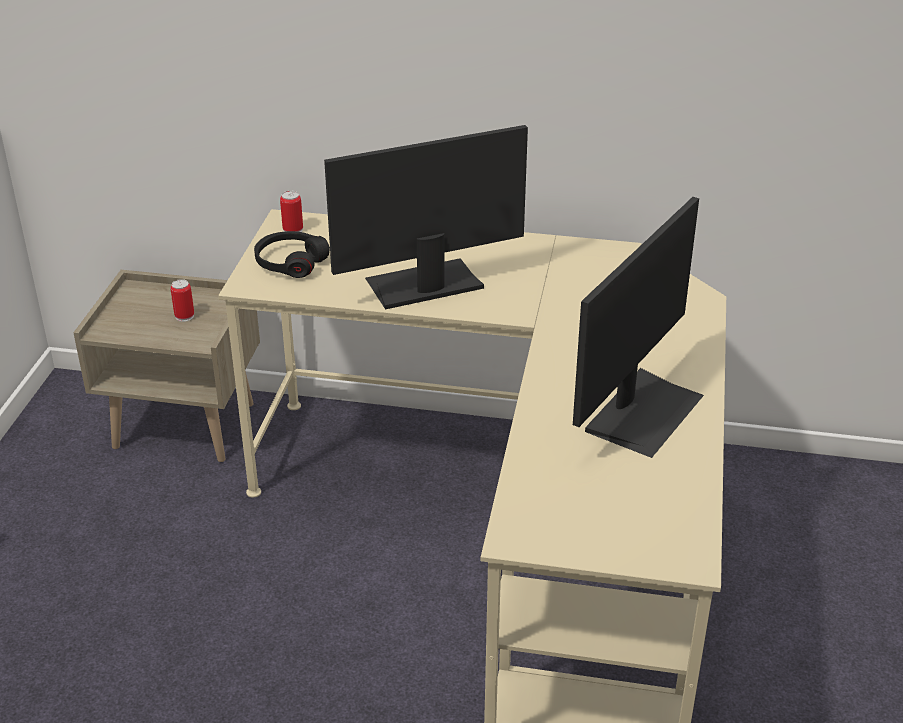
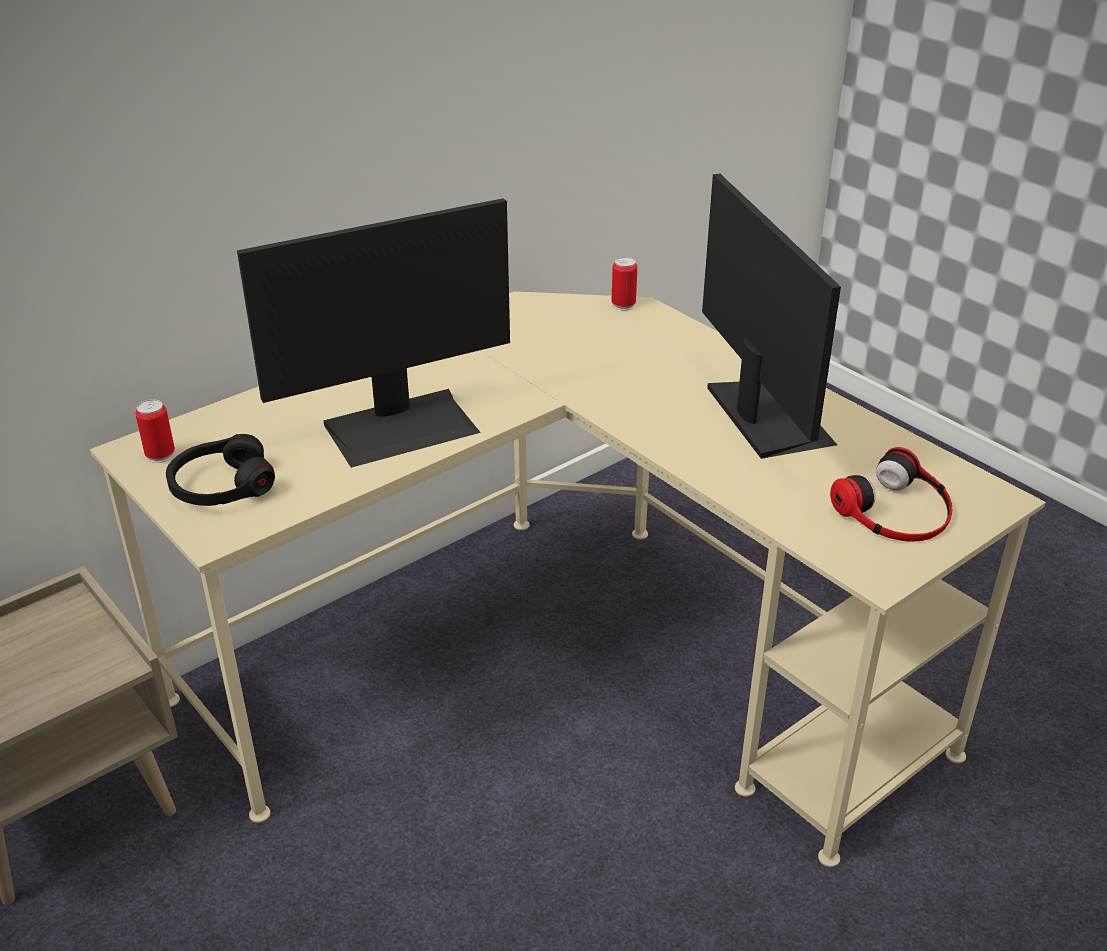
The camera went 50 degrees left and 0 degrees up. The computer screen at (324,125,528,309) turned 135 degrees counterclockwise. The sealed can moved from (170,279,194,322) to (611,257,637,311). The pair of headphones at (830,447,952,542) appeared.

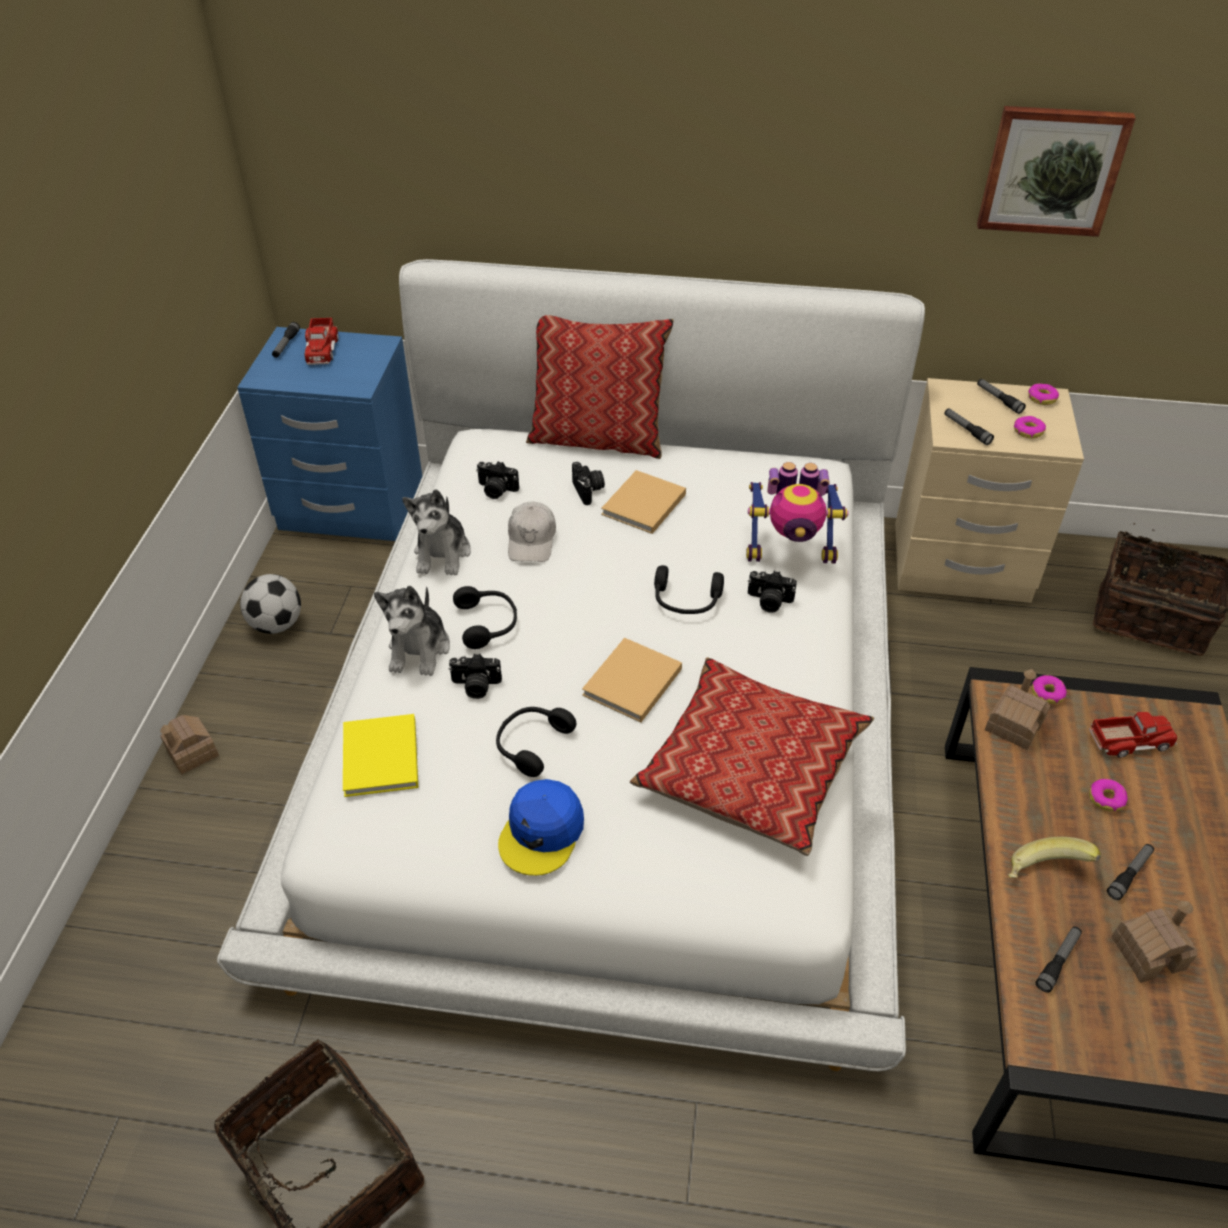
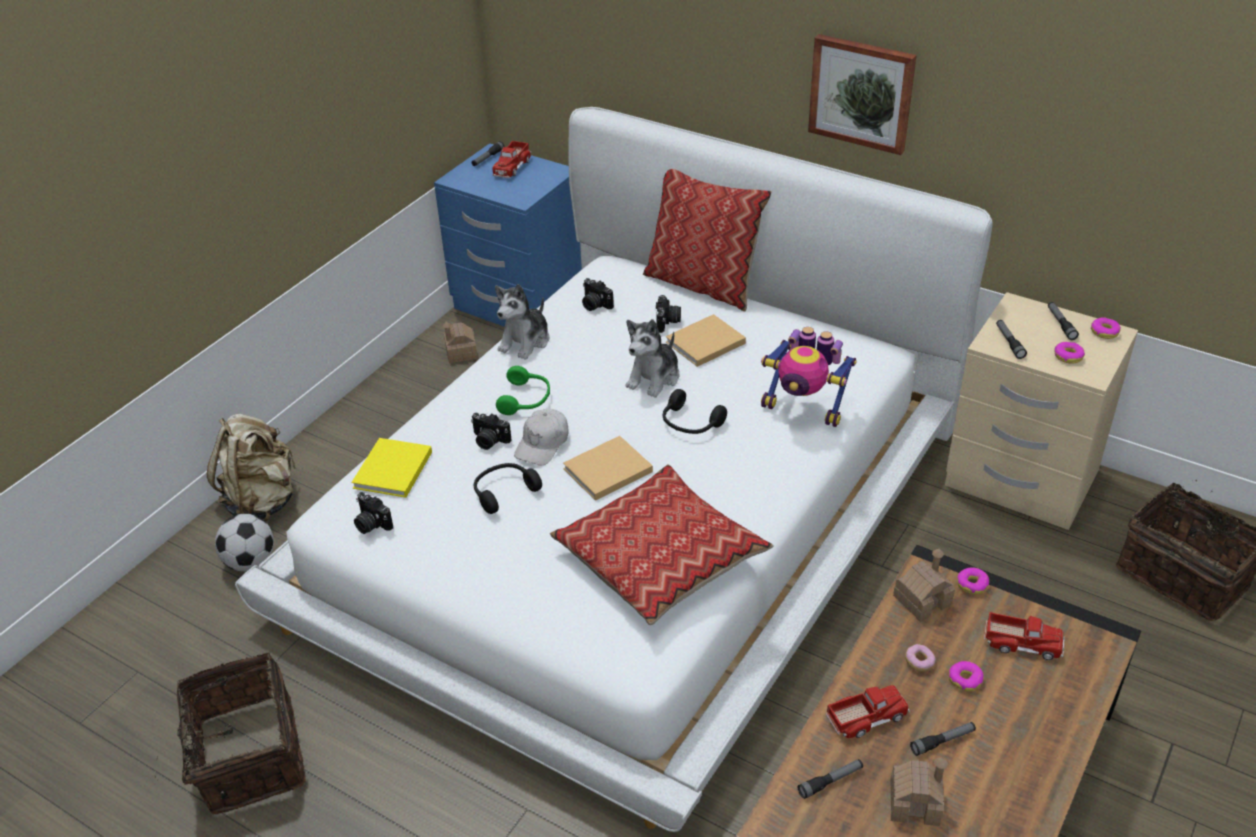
The camera went 25 degrees right and 5 degrees down. The beige-coloured backpack at (207,414,296,522) appeared. The football ball moved from (240,574,301,634) to (215,514,274,571). The photo camera moved from (748,571,797,613) to (354,492,393,534). The model house moved from (160,715,219,774) to (443,321,478,363). The blackish pair of headphones at (453,586,517,649) became the green-coloured pair of headphones at (496,366,550,415). The whitish baseball cap moved from (508,501,556,562) to (514,409,569,465). The soft toy moved from (374,586,450,676) to (626,319,680,398). The wall picture moved from (977,106,1136,237) to (808,34,917,155). The banana at (1008,837,1101,878) was replaced by the model truck at (826,685,910,738). The ring doughnut at (905,644,936,672) appeared. The blue baseball cap at (498,779,584,876) disappeared.

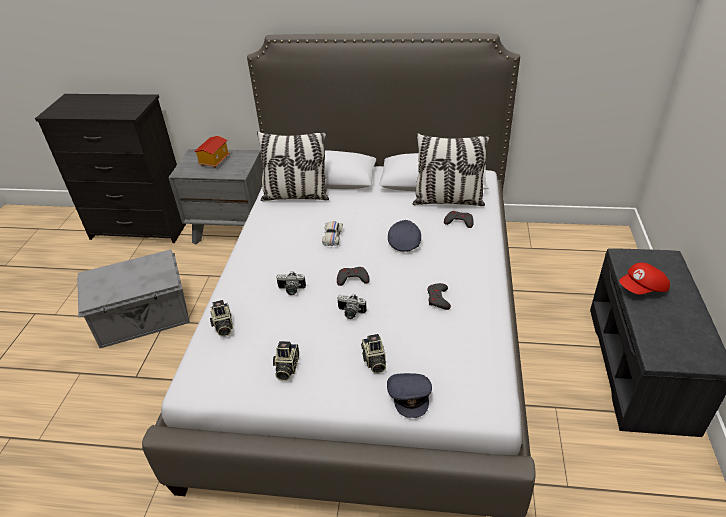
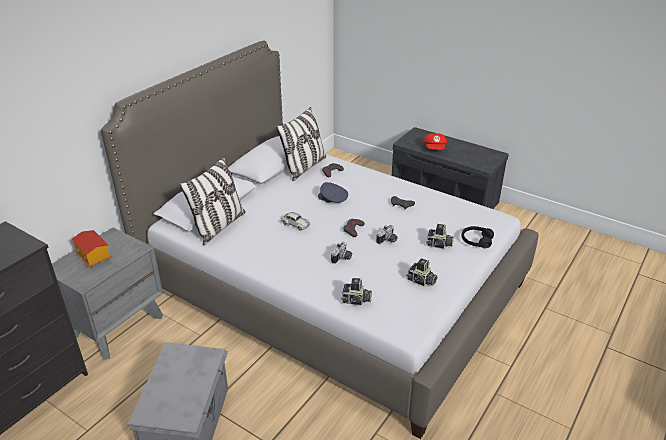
The camera went 65 degrees left and 5 degrees down. The grey baseball cap at (387,373,432,418) was replaced by the blackish pair of headphones at (461,226,494,248).

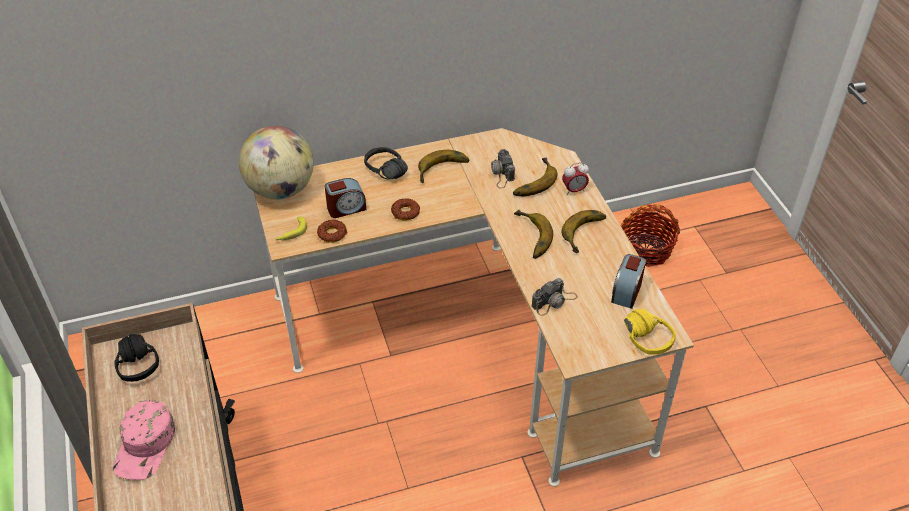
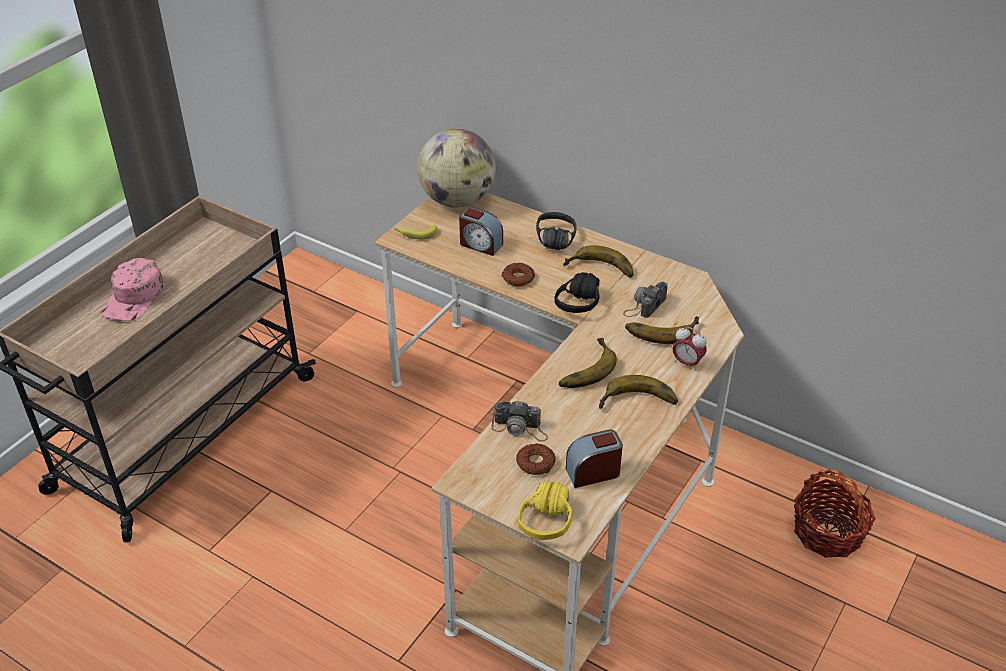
The camera went 50 degrees right and 5 degrees down. The pink-coloured baseball cap at (113,400,175,480) turned 45 degrees counterclockwise. The ring doughnut moved from (317,220,347,243) to (516,444,556,475). The blackish pair of headphones moved from (114,334,159,382) to (554,272,600,313).

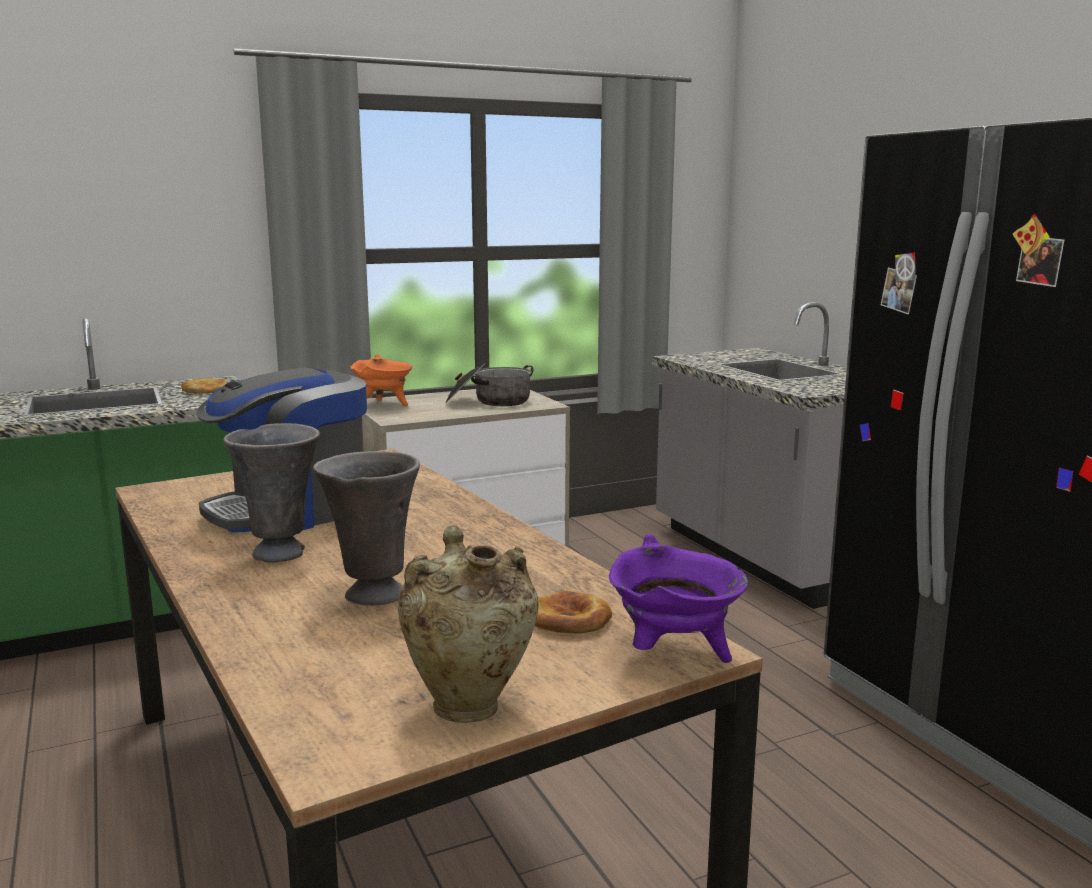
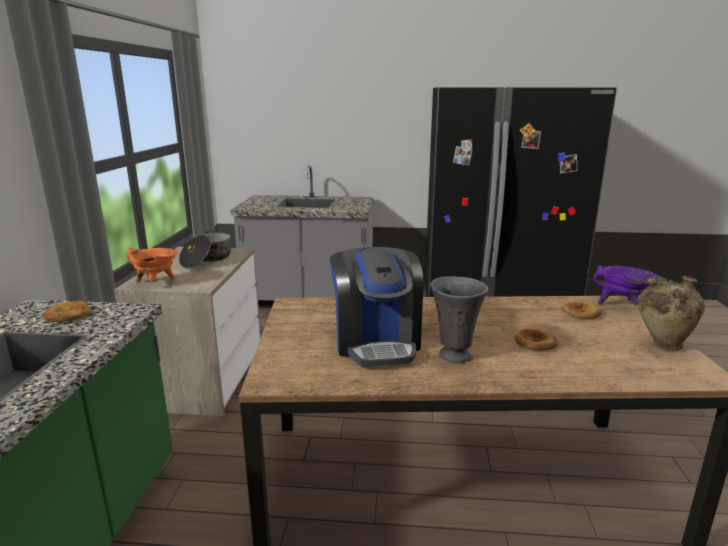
The camera went 60 degrees left and 5 degrees up. The grey vase at (313,451,420,606) was replaced by the bakery bread at (515,329,558,351).

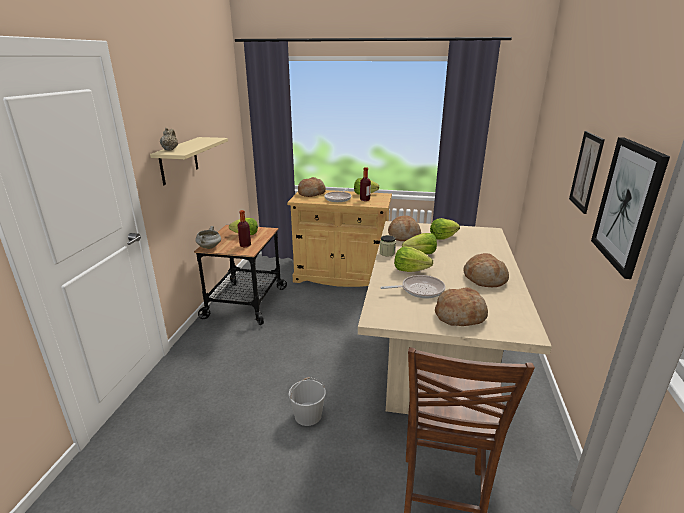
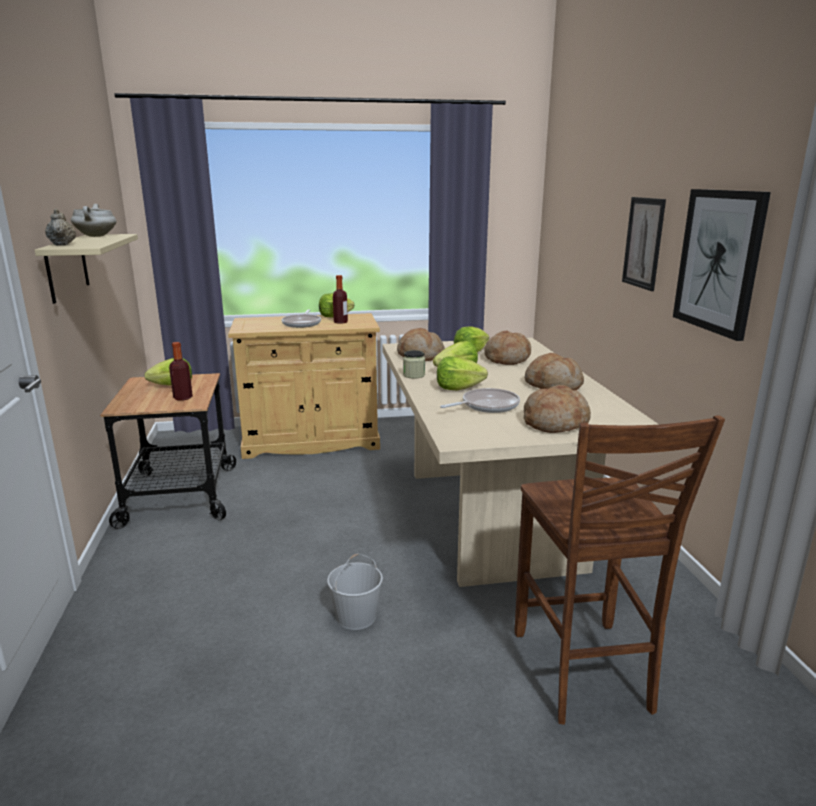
The camera went 20 degrees left and 5 degrees down. The whitish saucepot moved from (195,226,221,249) to (71,204,116,237). The bakery bread moved from (298,177,326,197) to (484,330,531,365).

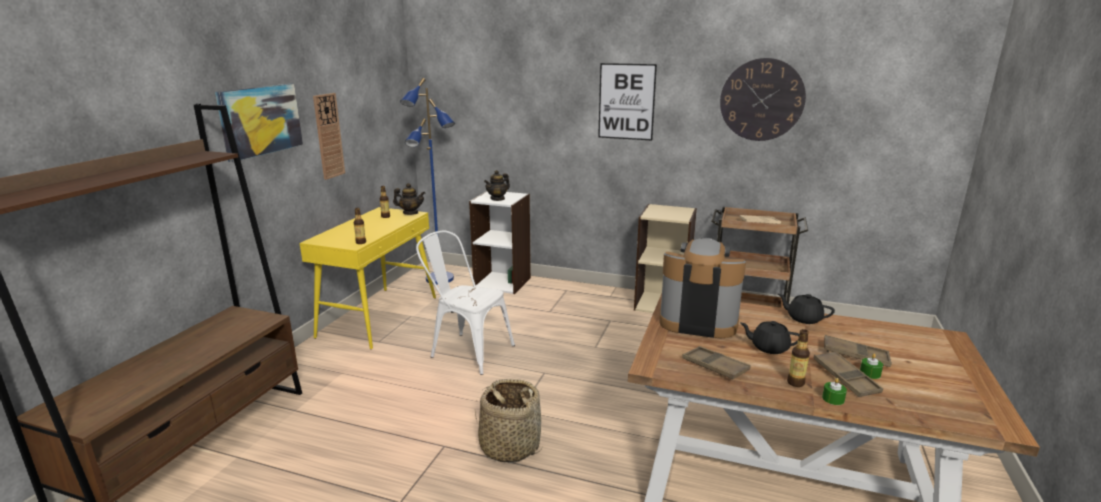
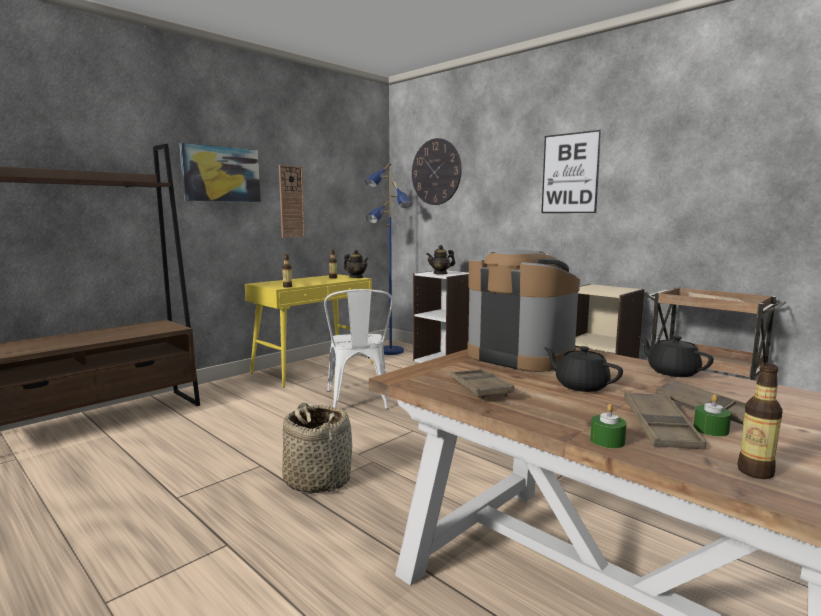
The camera went 25 degrees right and 10 degrees down. The whitish upright chair at (416,231,515,375) turned 150 degrees counterclockwise. The clock on the wall moved from (720,58,806,141) to (412,138,462,205). The drink bottle moved from (787,329,810,387) to (738,363,783,479).

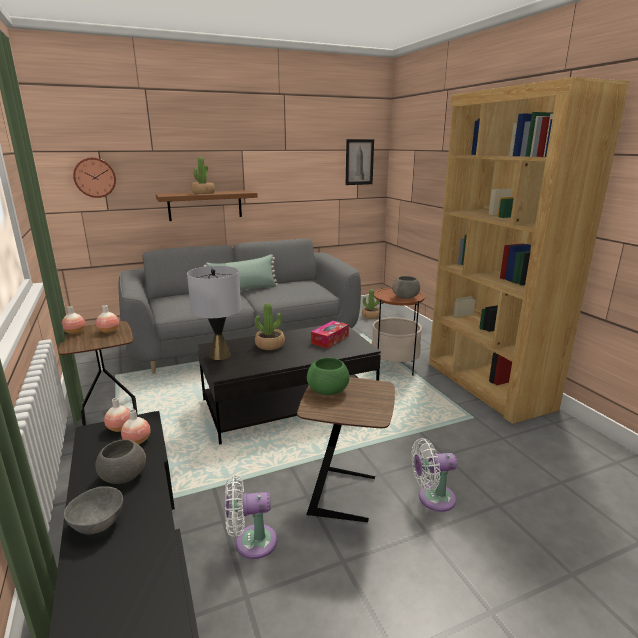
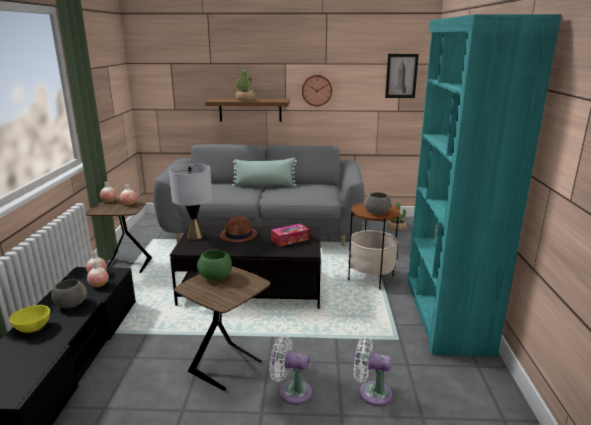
The camera went 25 degrees right and 0 degrees up. The grey serving bowl at (64,486,123,535) became the yellow-coloured serving bowl at (9,305,50,333). The plant in a pot at (255,303,285,350) was replaced by the brownish hat at (220,216,258,242). The clock on the wall moved from (73,158,116,198) to (302,75,332,106). The whitish cooling fan moved from (225,475,277,559) to (354,336,393,406). The brownish bookshelf at (429,77,630,424) became the turquoise-coloured bookshelf at (407,14,562,357).

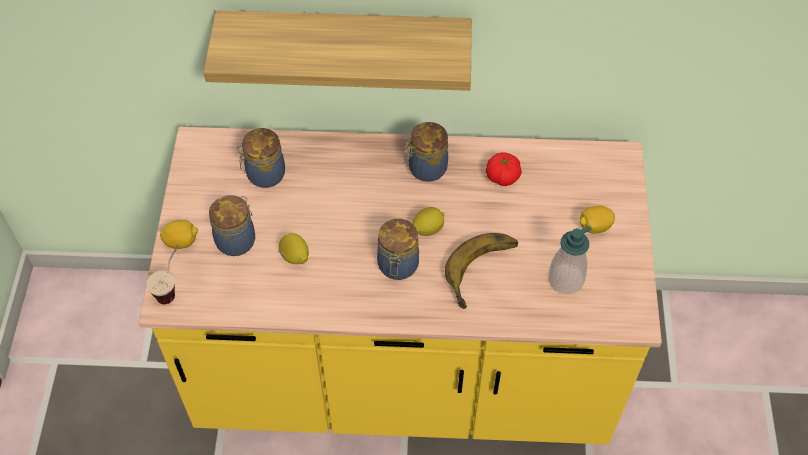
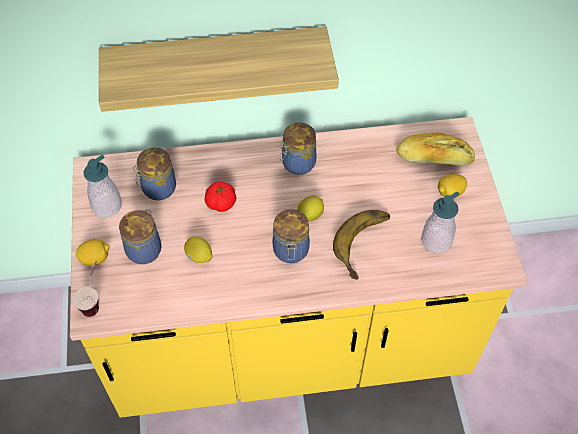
The camera went 10 degrees left and 0 degrees up. The soap bottle at (84,155,122,218) appeared. The whole tomato moved from (486,152,522,186) to (205,182,237,212). The bakery bread at (396,132,475,166) appeared.

